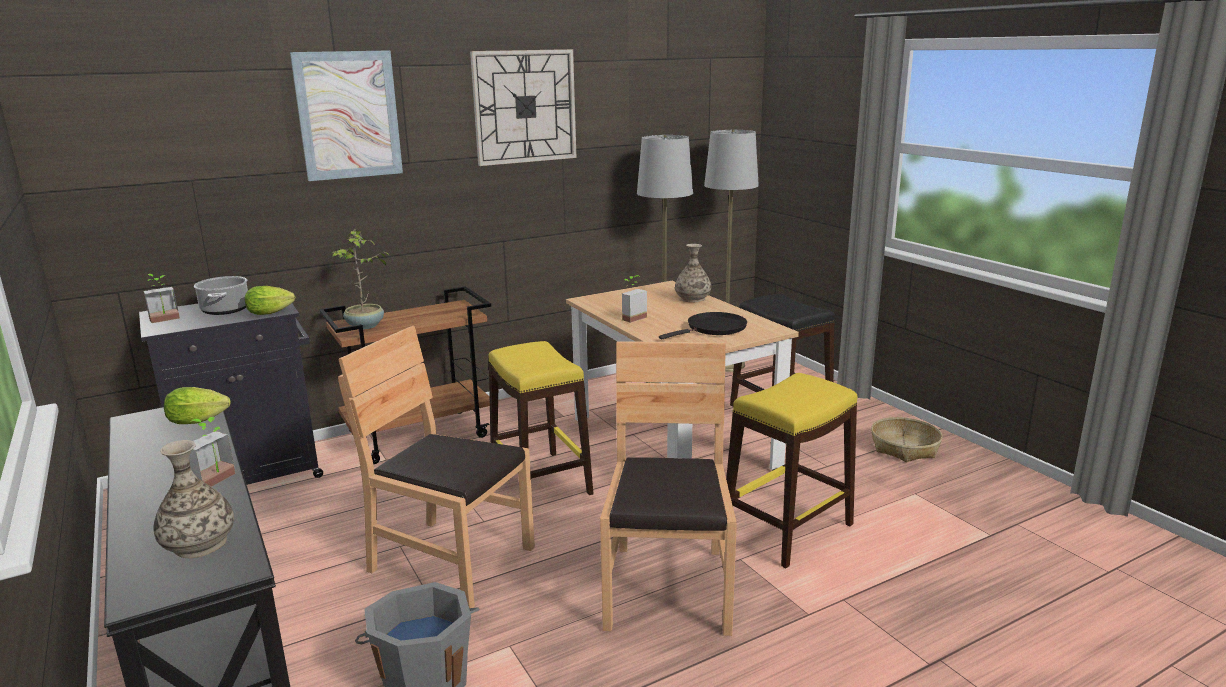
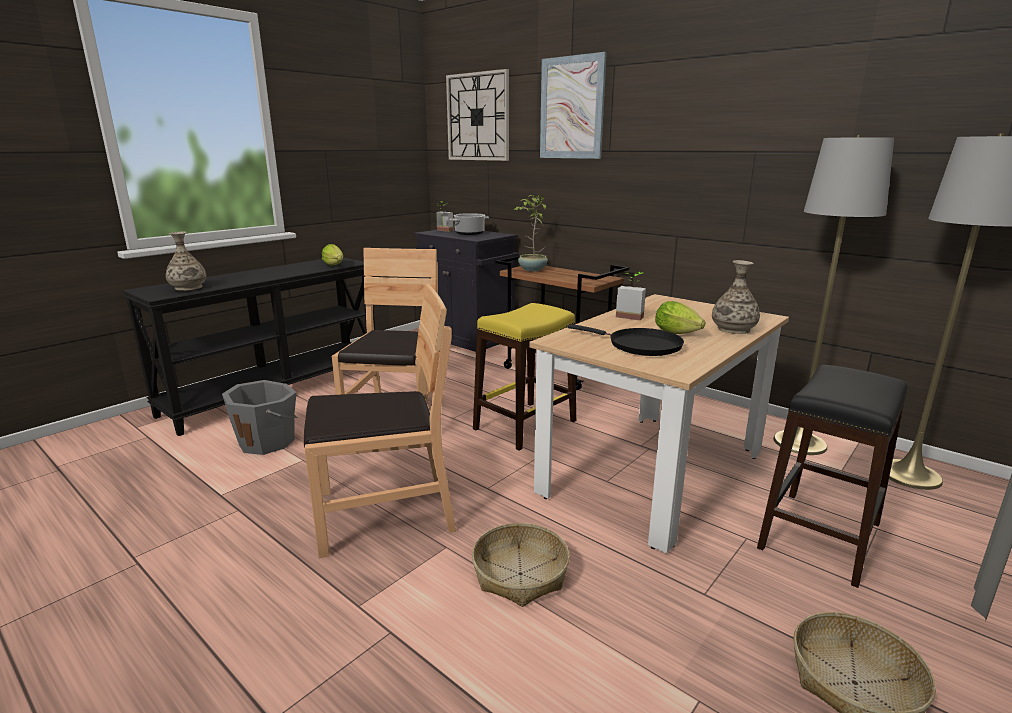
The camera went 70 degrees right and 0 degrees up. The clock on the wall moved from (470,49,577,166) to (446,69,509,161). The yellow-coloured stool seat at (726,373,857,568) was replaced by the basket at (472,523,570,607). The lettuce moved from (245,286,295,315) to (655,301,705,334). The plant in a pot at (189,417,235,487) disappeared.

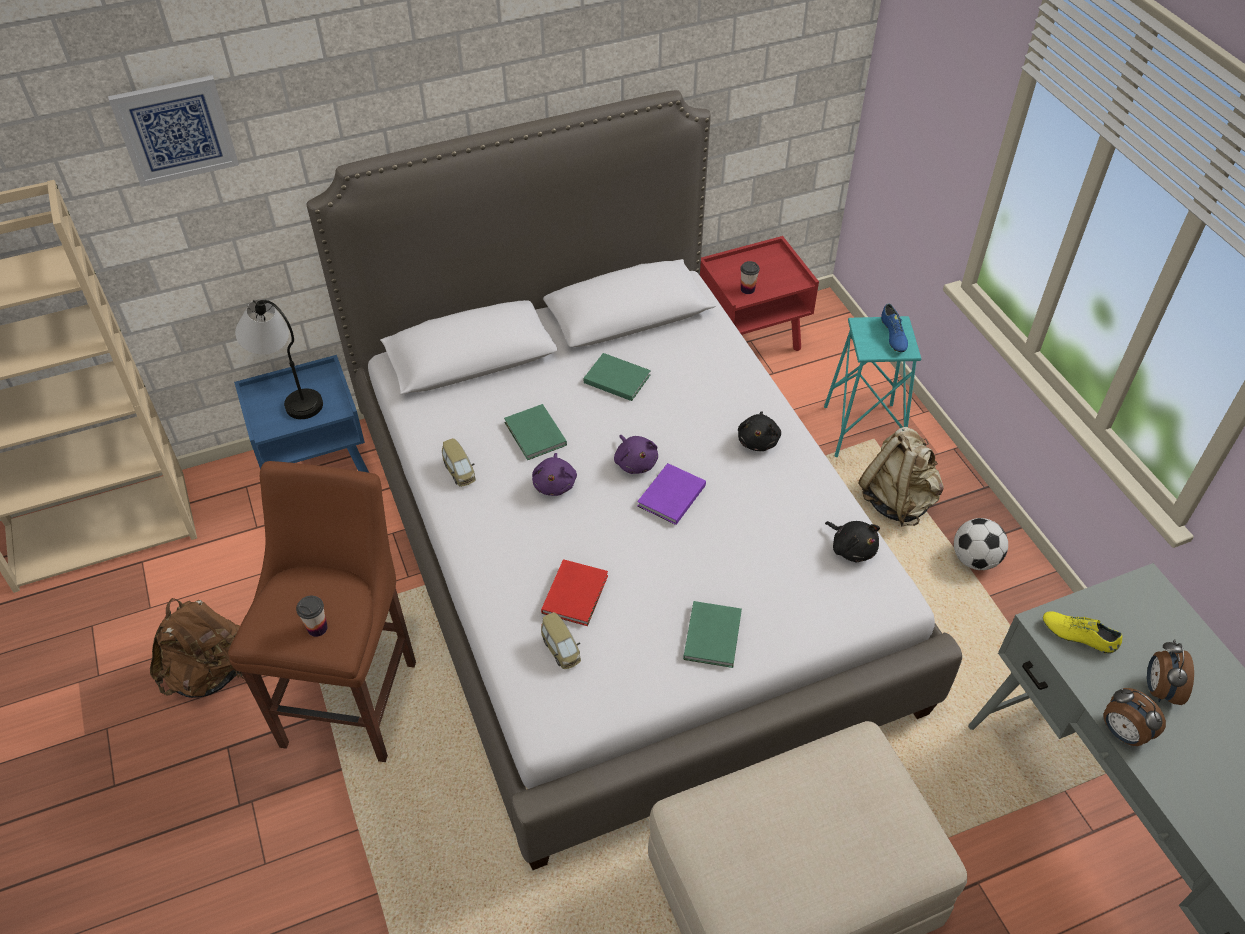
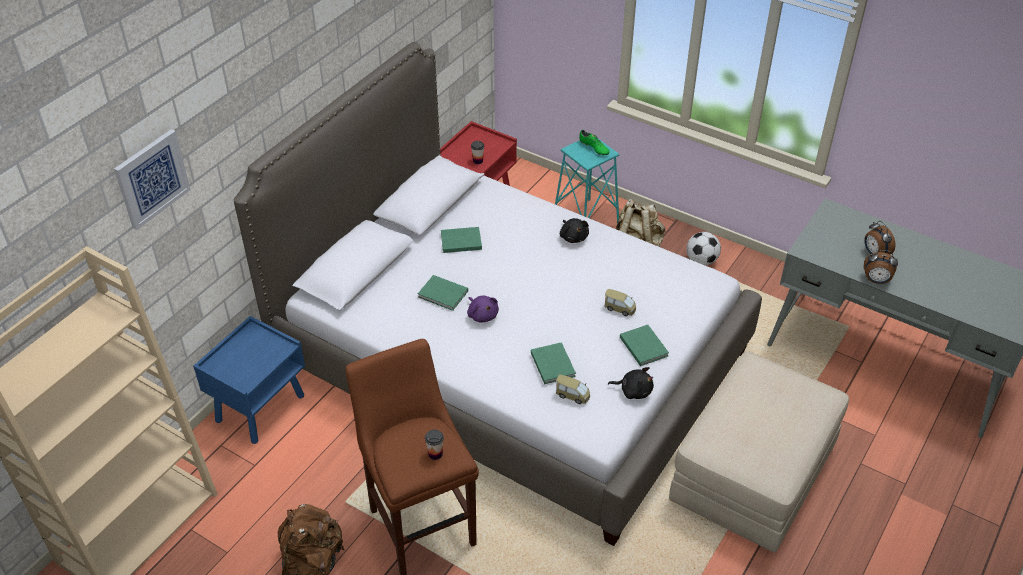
The camera went 35 degrees left and 5 degrees down. The red-coloured book at (541,559,608,626) became the green-coloured book at (531,342,576,384). The blue shoe at (881,303,908,352) became the green-coloured shoe at (579,130,609,156). The model car moved from (442,438,476,487) to (605,289,636,316). The blackish soft toy moved from (825,521,880,562) to (608,367,654,399). The lamp for a table at (235,299,323,419) disappeared. The purple-coloured soft toy at (614,435,658,474) disappeared. The purple-coloured book at (637,463,706,525) disappeared. The yellow-coloured shoe at (1043,611,1122,654) disappeared.

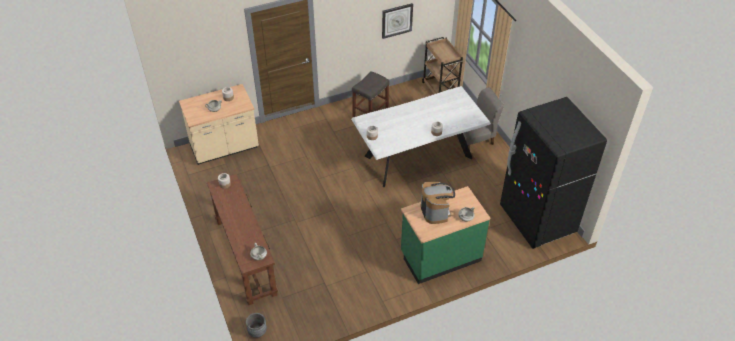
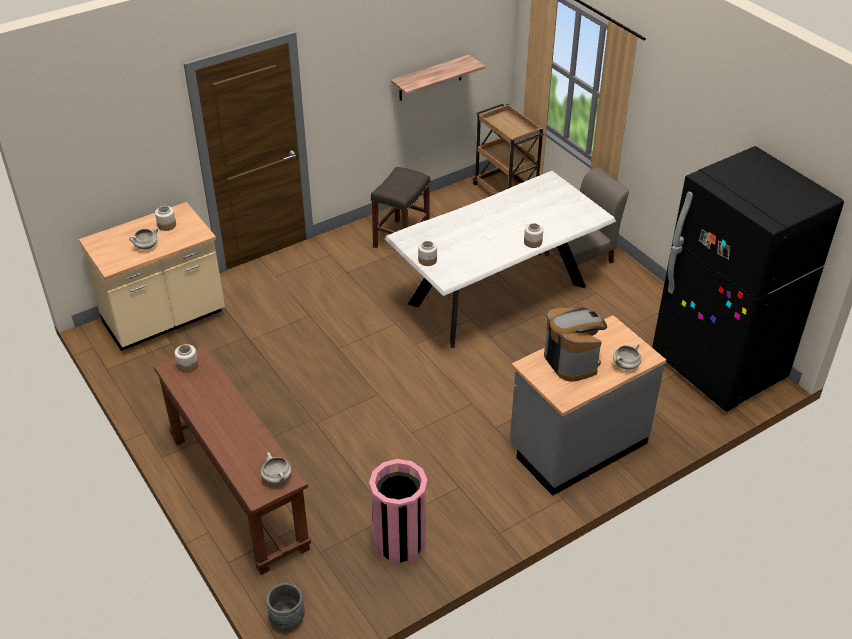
The camera went 10 degrees left and 5 degrees down. The pink-coloured trash can at (369,459,427,565) appeared. The clock on the wall at (382,3,413,39) was replaced by the bracket shelf at (391,55,485,101). The green-coloured kitchen base unit at (401,186,490,284) became the grey kitchen base unit at (510,315,666,496).

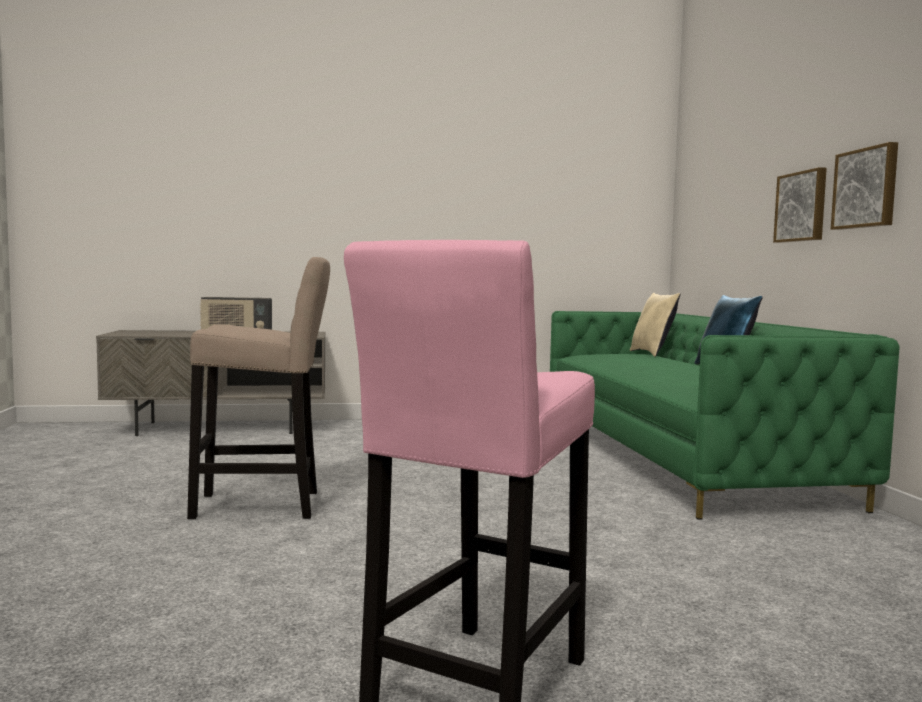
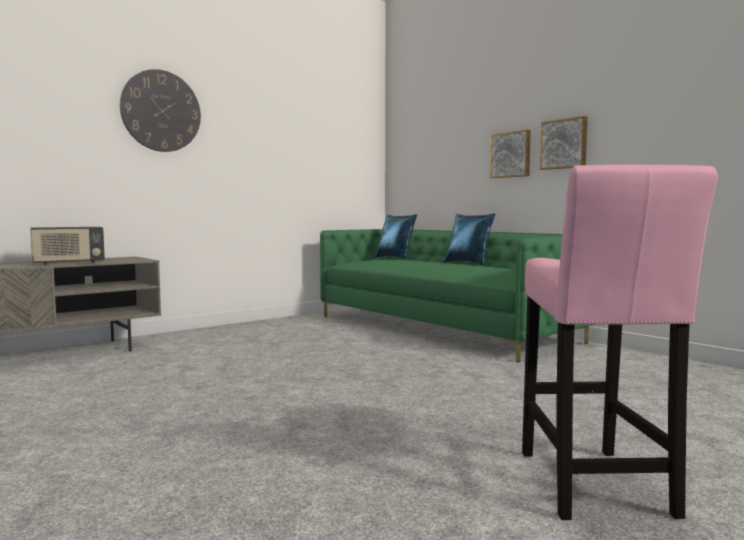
The camera went 30 degrees left and 0 degrees up. The clock on the wall at (120,69,201,152) appeared. The beige-coloured throw pillow at (630,293,680,357) became the blue throw pillow at (374,214,417,260). The beige-coloured stool seat at (187,257,330,519) disappeared.

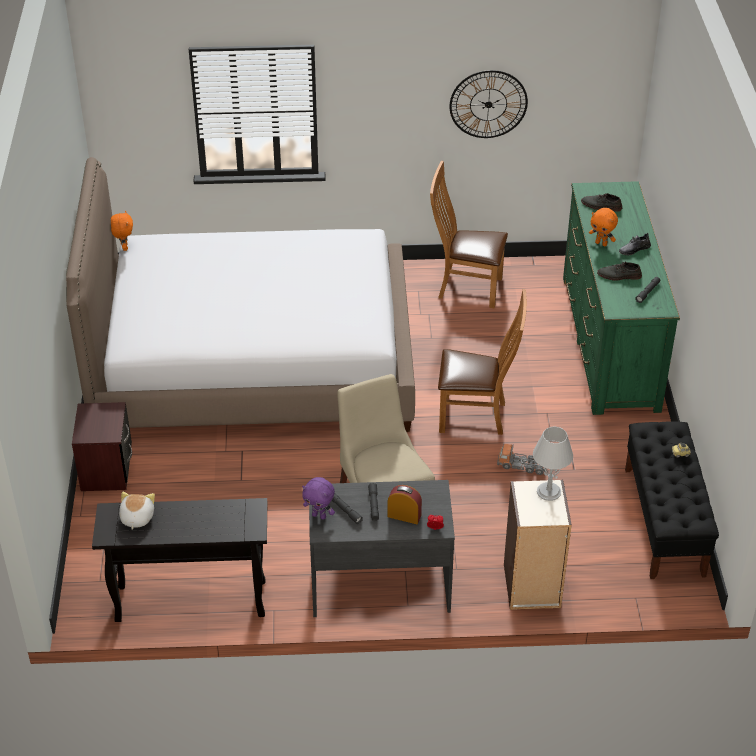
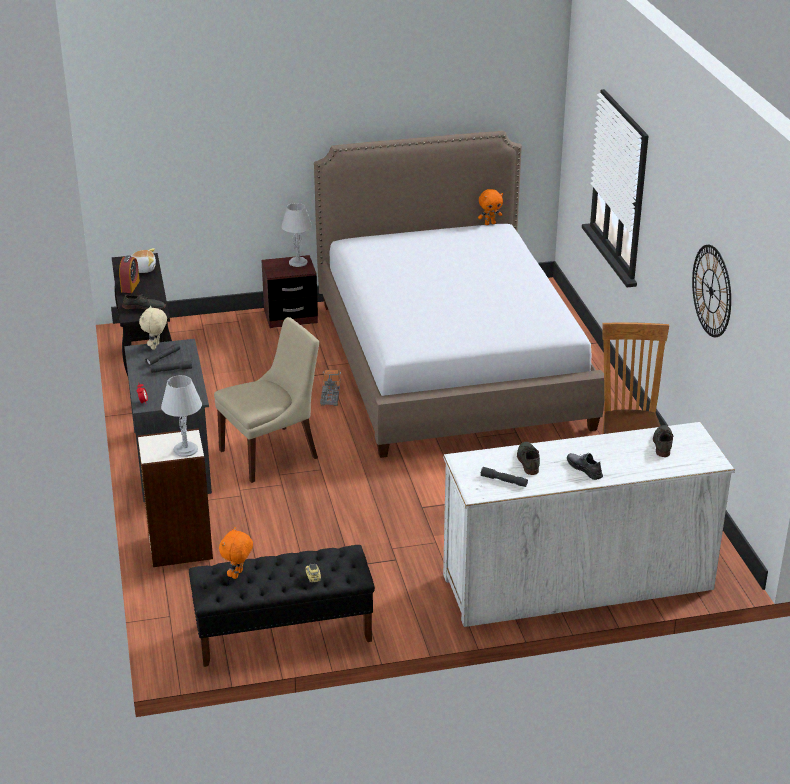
The camera went 80 degrees right and 10 degrees down. The bedside clock moved from (387,485,422,524) to (119,255,140,293). The grey shoe at (122,293,166,310) appeared. The purple-coloured soft toy at (302,477,335,520) became the beige-coloured soft toy at (139,306,167,350). The orange soft toy moved from (589,208,618,246) to (219,527,253,579). The grey lamp for a table at (281,203,312,267) appeared. The model truck moved from (497,444,546,475) to (320,370,341,406). The green-coloured dresser at (563,181,680,415) became the whitish dresser at (443,422,735,627). The brownish upright chair at (438,289,527,435) disappeared.

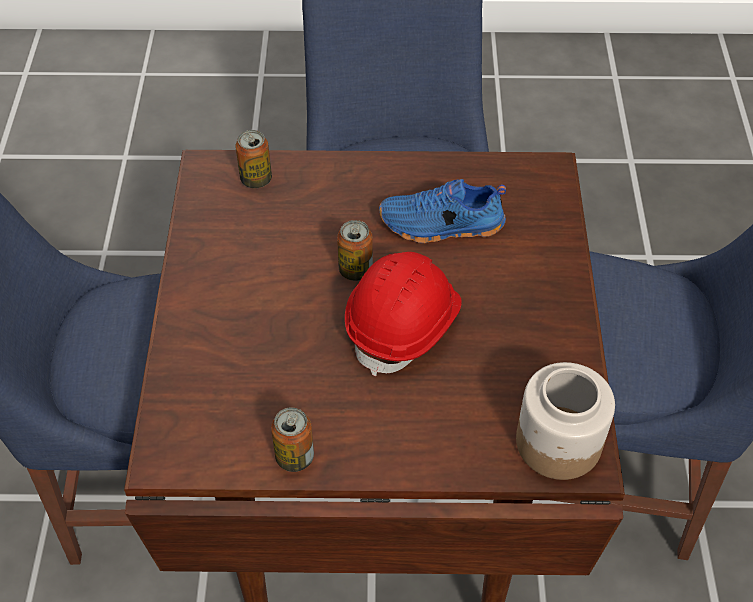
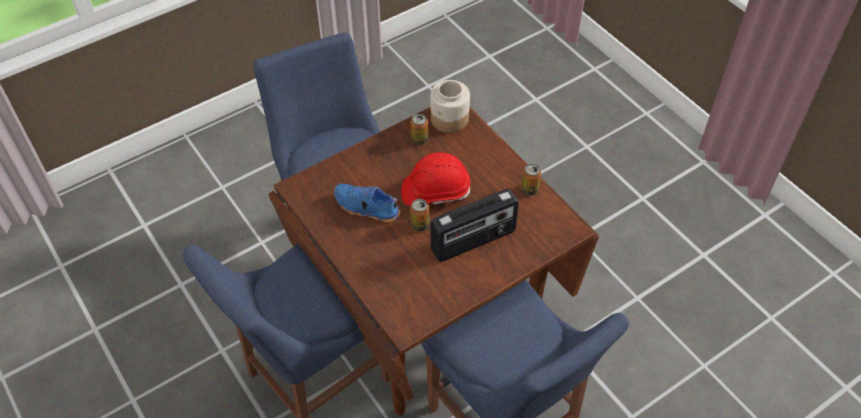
The camera went 125 degrees left and 0 degrees up. The blue shoe at (379,179,506,243) turned 150 degrees clockwise. The sealed can moved from (235,130,272,188) to (410,114,428,145). The radio receiver at (431,189,519,262) appeared.

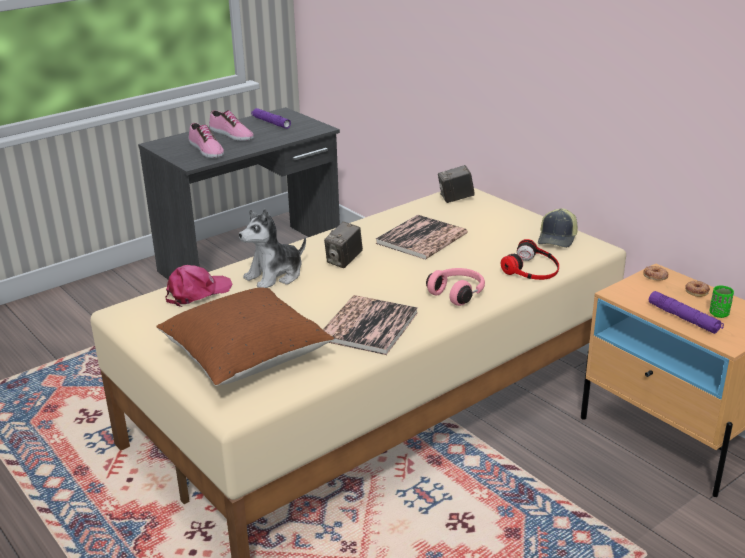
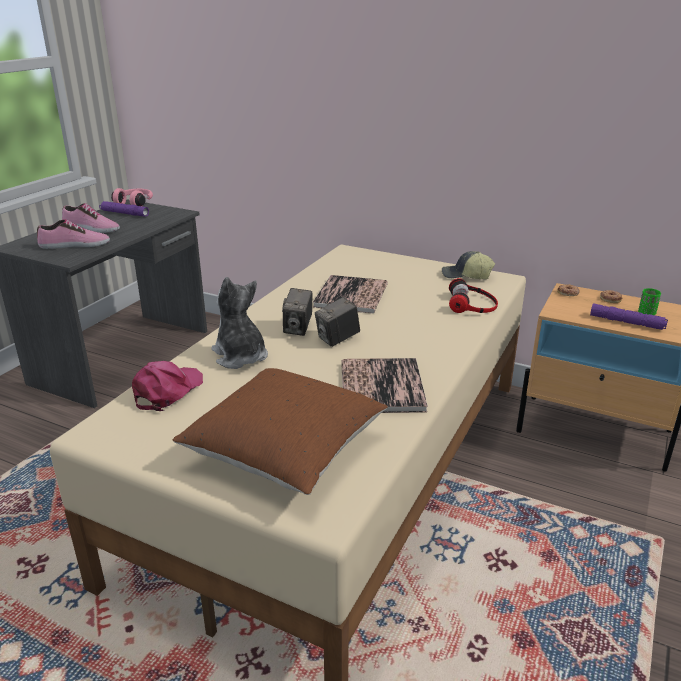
The camera went 25 degrees left and 0 degrees up. The shoe at (189,123,224,158) turned 45 degrees counterclockwise. The pink-coloured pair of headphones moved from (426,268,485,306) to (111,188,153,206). The soft toy at (239,209,306,288) turned 120 degrees clockwise. The photo camera moved from (438,165,475,203) to (315,297,360,347). The baseball cap at (538,208,578,248) turned 105 degrees clockwise.

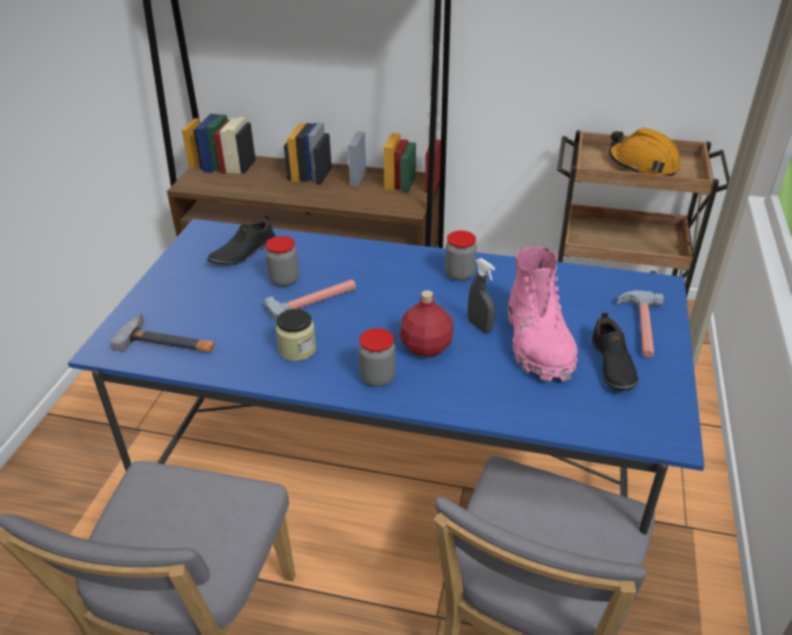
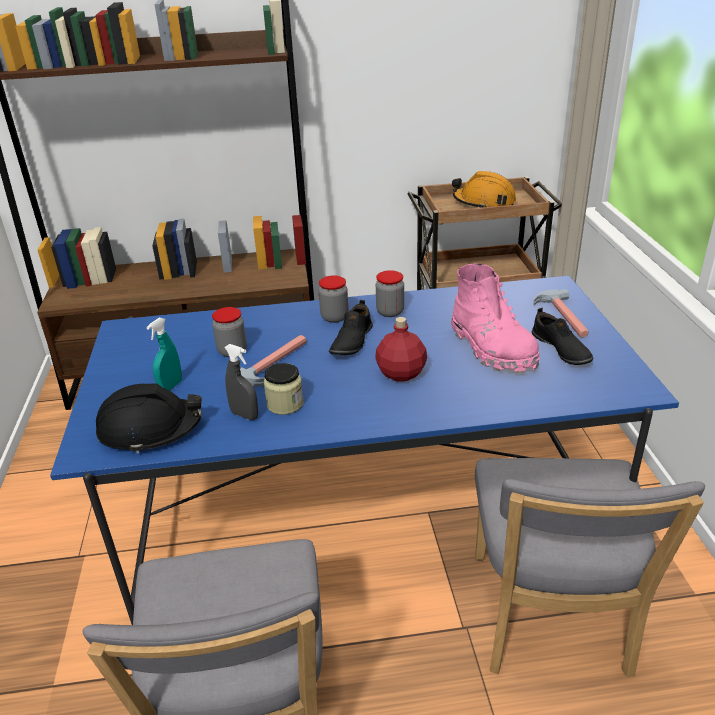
The camera went 20 degrees left and 5 degrees down. The hand hammer at (110,313,215,352) was replaced by the blackish hard hat at (96,383,202,454). The turquoise-coloured spray bottle at (146,318,182,391) appeared. The grey spray bottle moved from (468,258,495,333) to (224,344,258,420). The preserve jar moved from (358,328,396,387) to (319,275,348,323). The blackish shoe moved from (207,215,276,265) to (329,300,373,355).

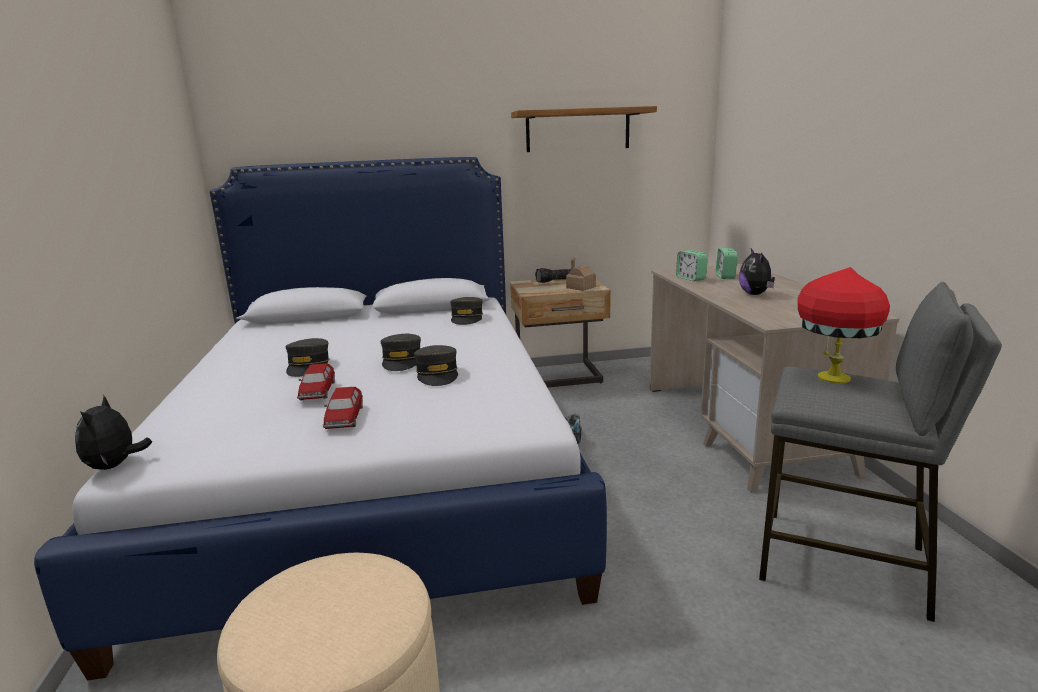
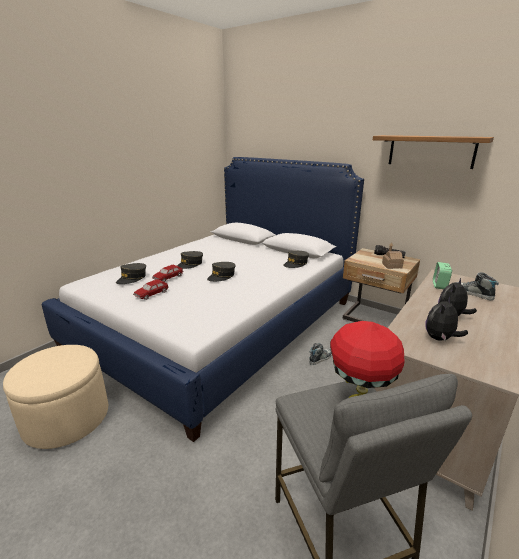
The camera went 45 degrees right and 5 degrees up. The grey baseball cap moved from (414,345,458,386) to (116,263,146,284). The soft toy moved from (75,395,152,470) to (426,295,468,341). The bedside clock at (716,248,738,279) was replaced by the shoe at (455,272,499,300).

